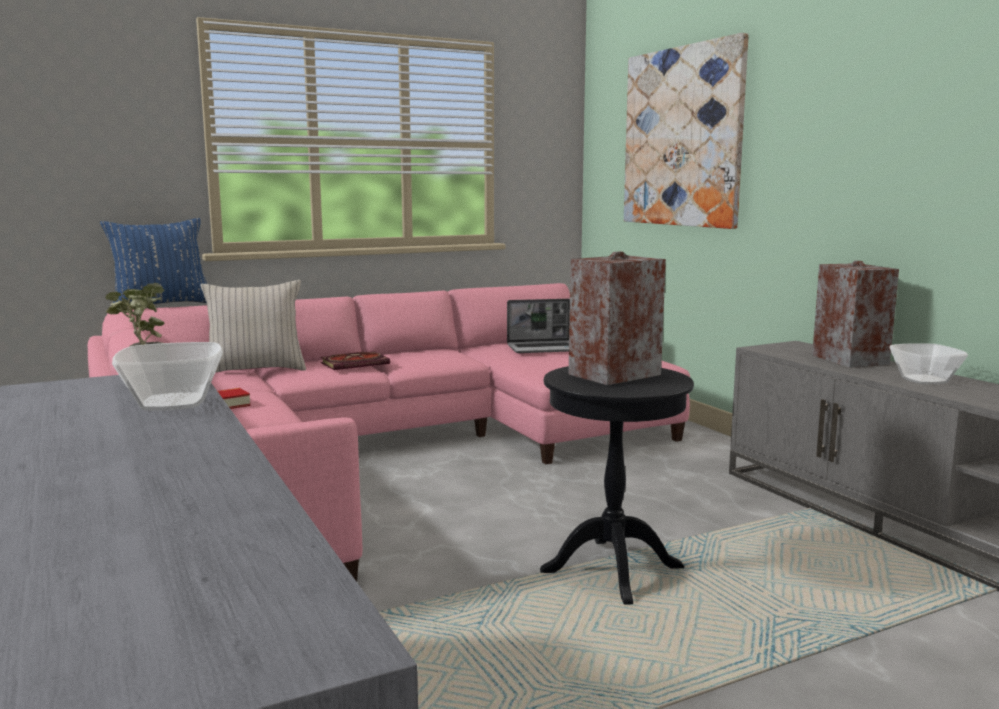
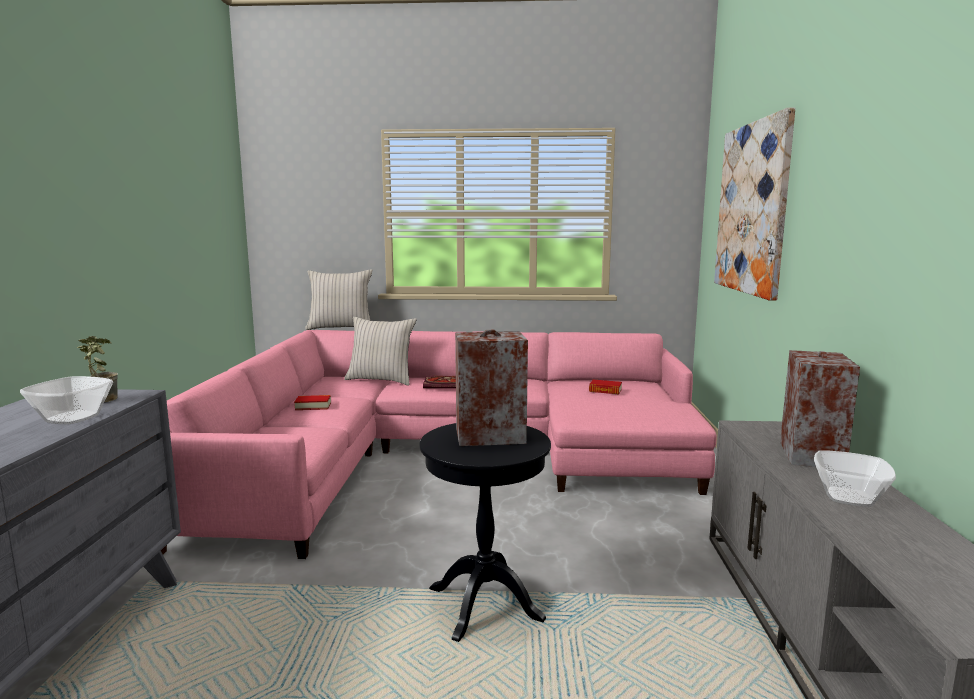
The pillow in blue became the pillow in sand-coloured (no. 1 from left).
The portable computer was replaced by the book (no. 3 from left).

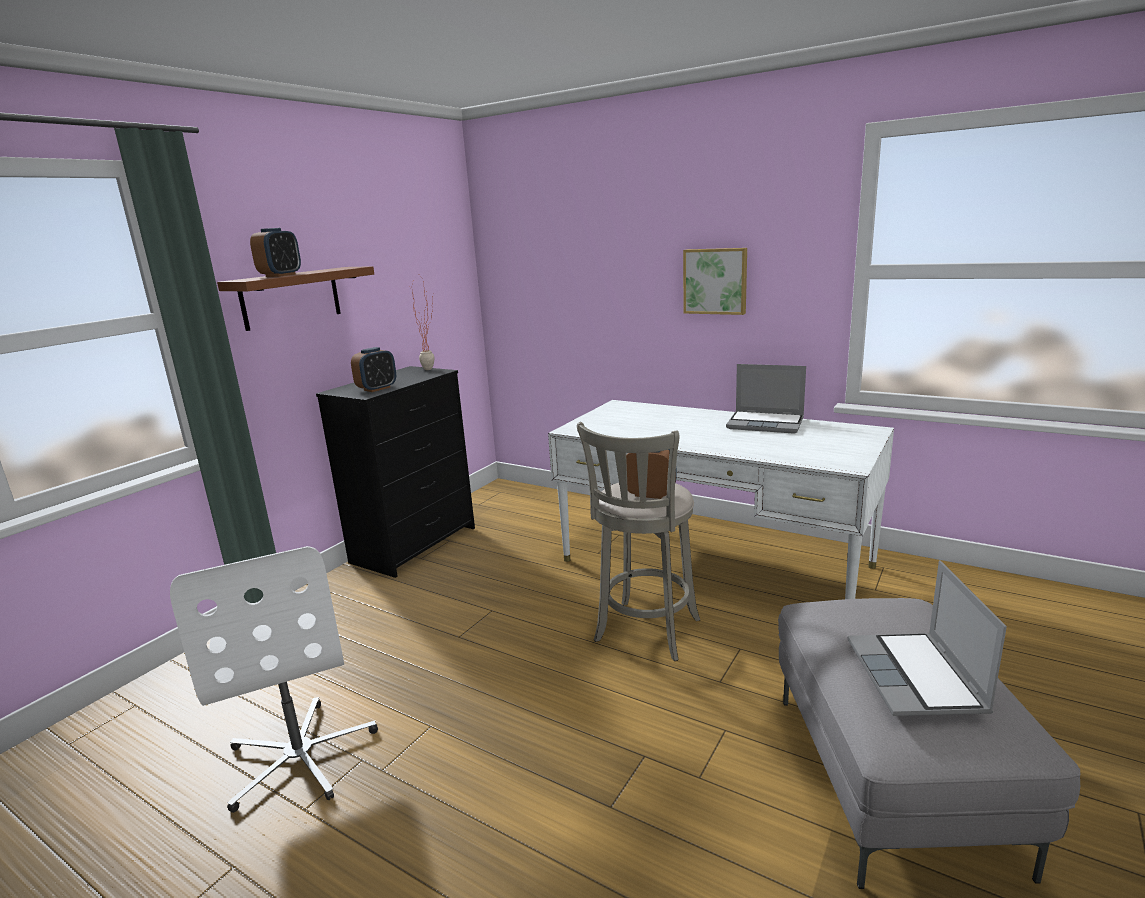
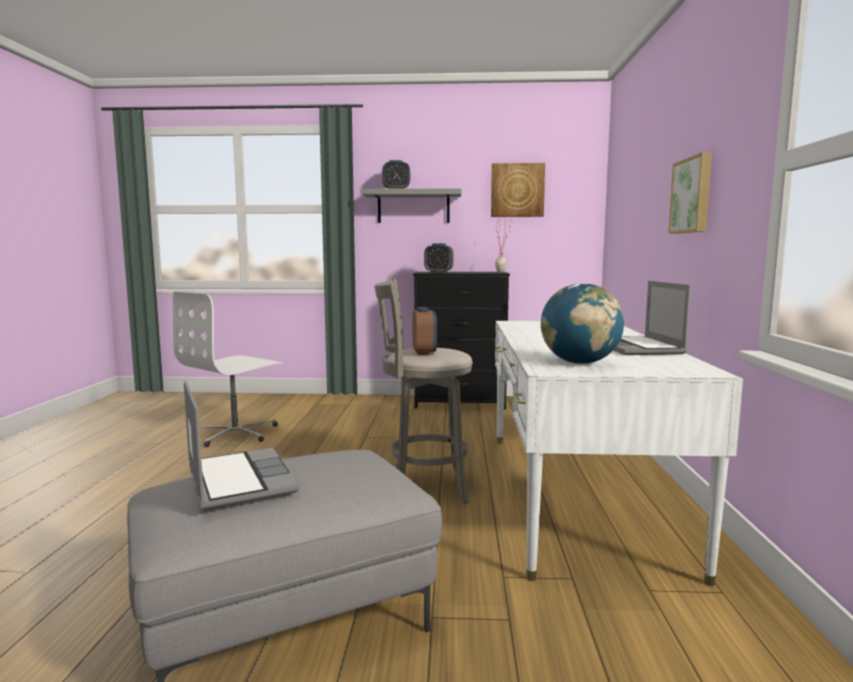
The shelf in brown-coloured became the shelf in gray.
The portable computer (no. 2 from left in the first image) turned 90 degrees clockwise.
The picture (no. 1 from left) appeared.
The world globe appeared.

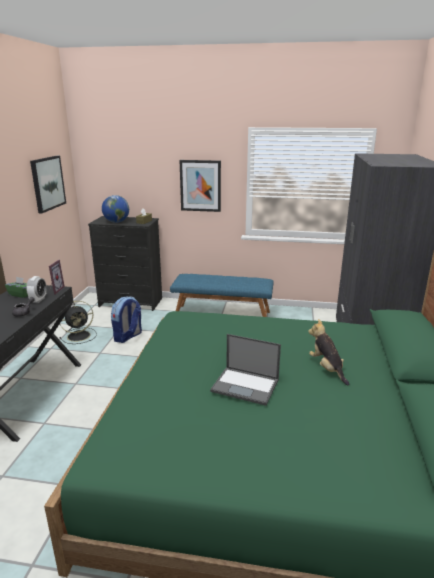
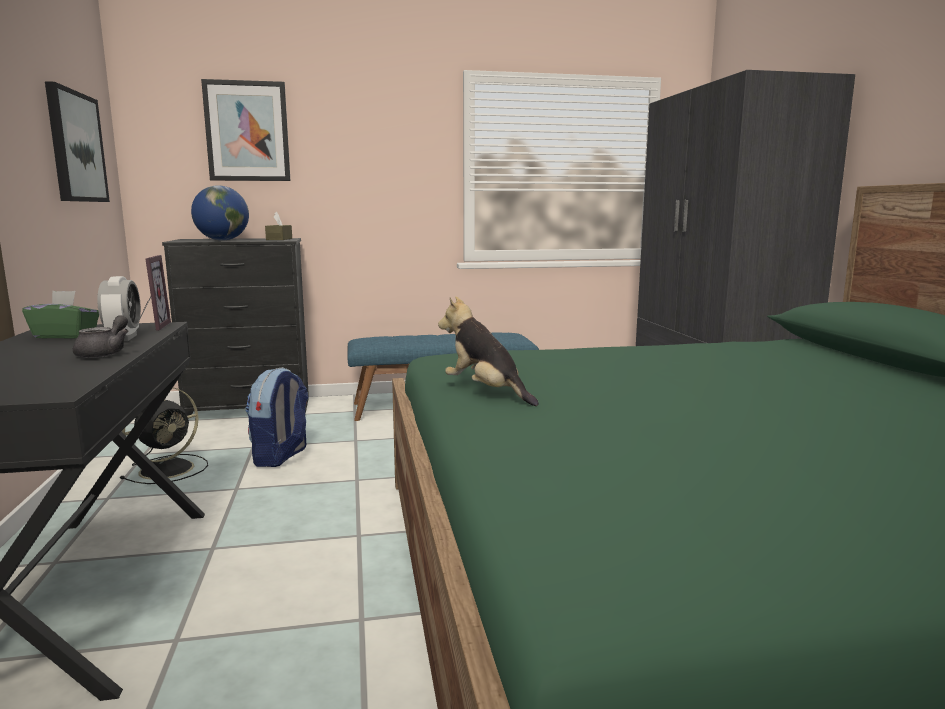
The picture (no. 2 from left) moved.
The plush toy moved.
The portable computer disappeared.

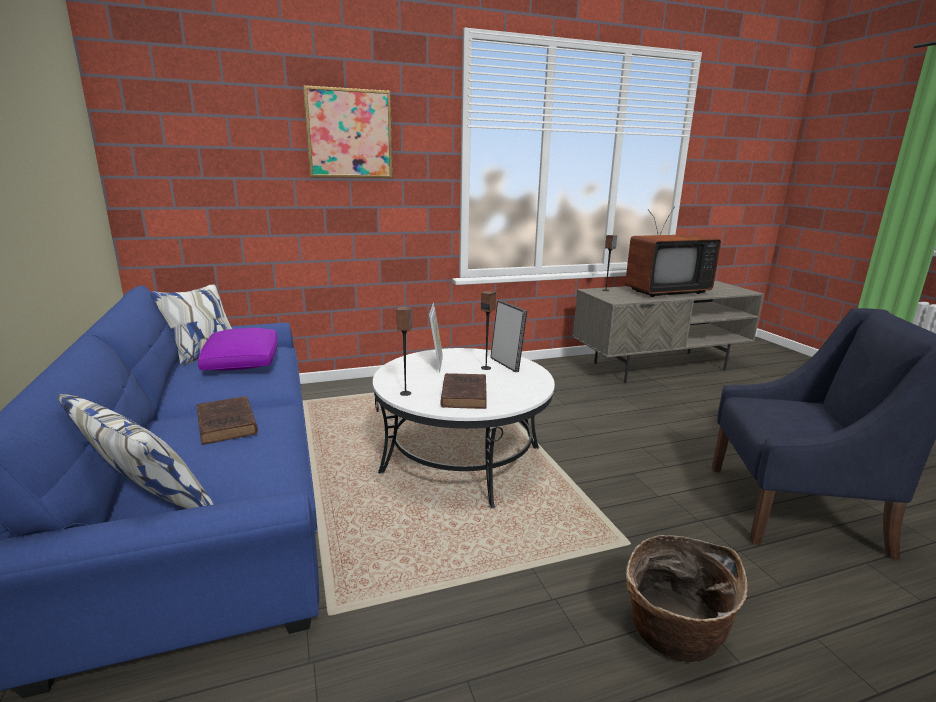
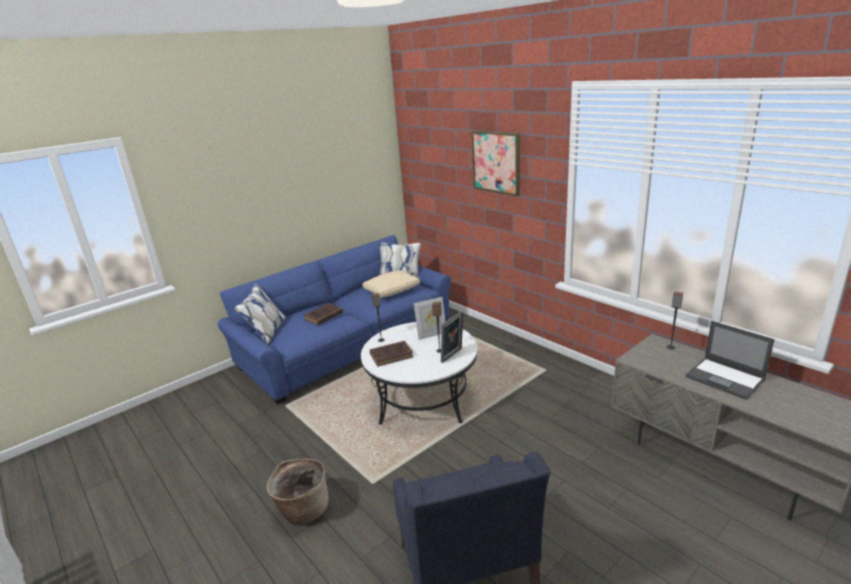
The television was replaced by the portable computer.
The pillow in purple-coloured became the pillow in sand-coloured.

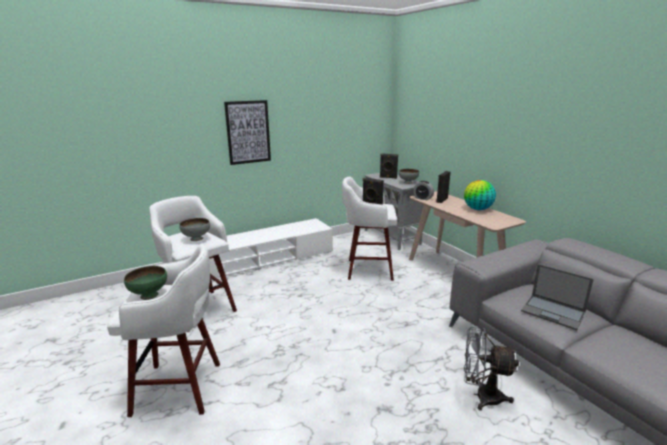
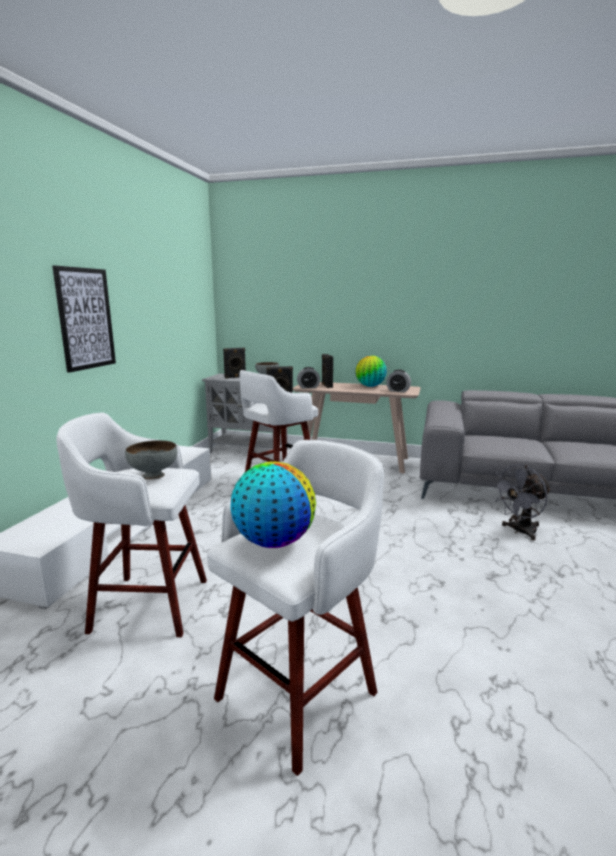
The portable computer disappeared.
The serving bowl in greenish was replaced by the world globe (no. 1 from left).
The alarm clock (no. 2 from left) appeared.

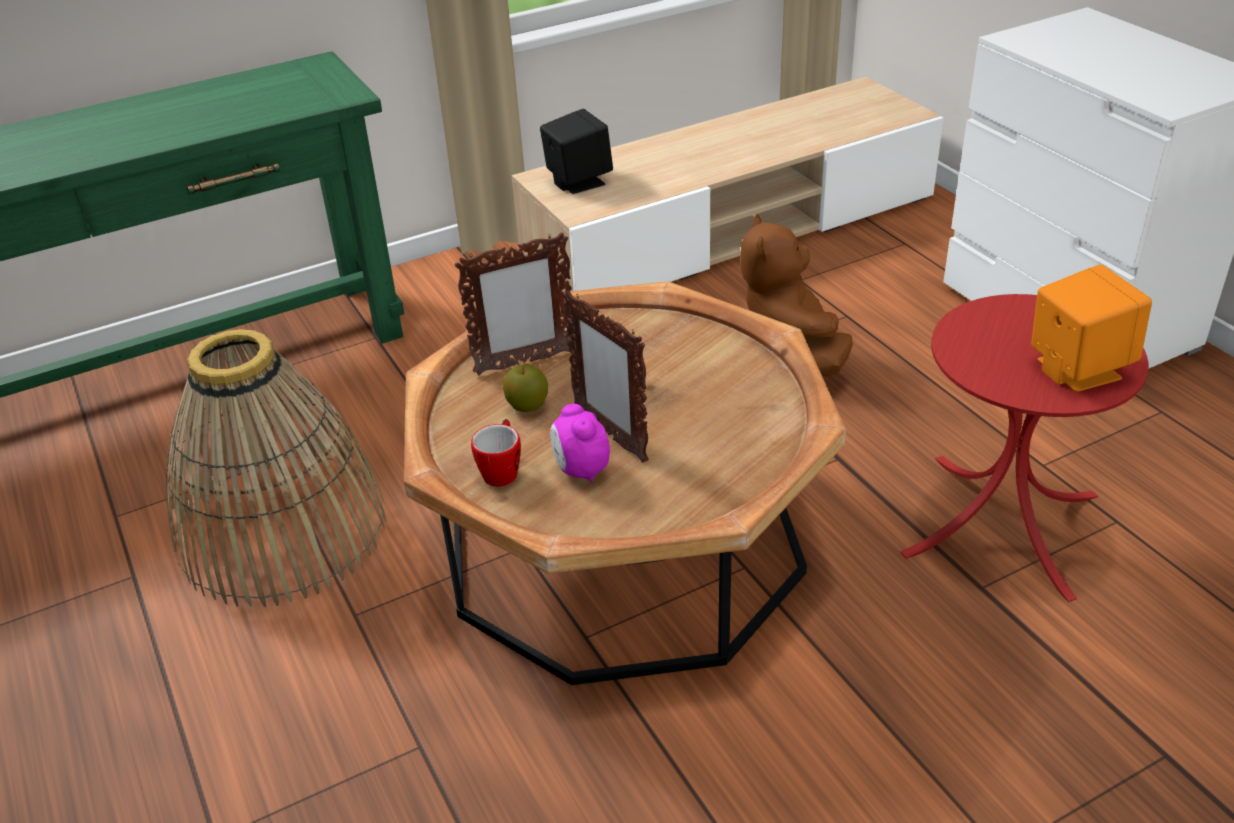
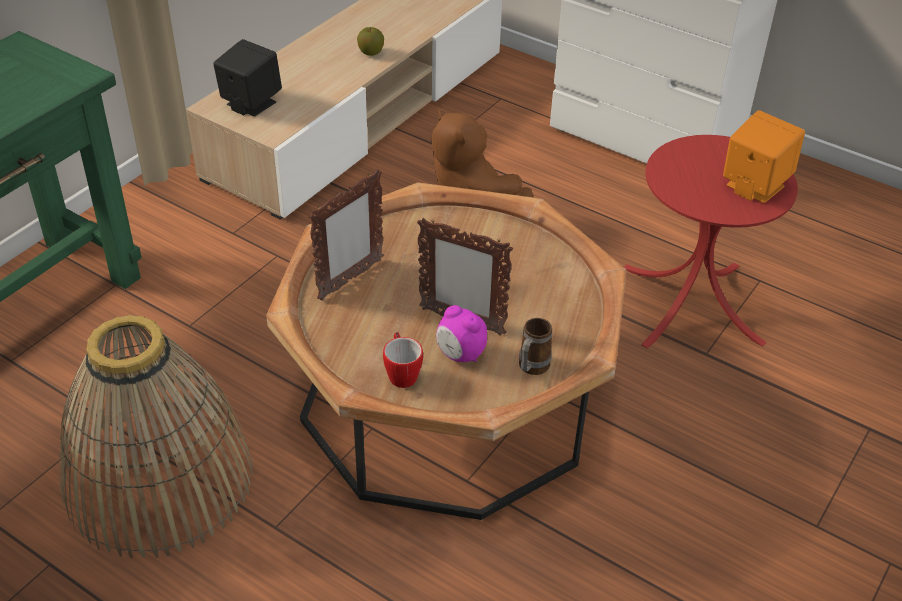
The apple fruit moved.
The coffee mug (no. 2 from left) appeared.

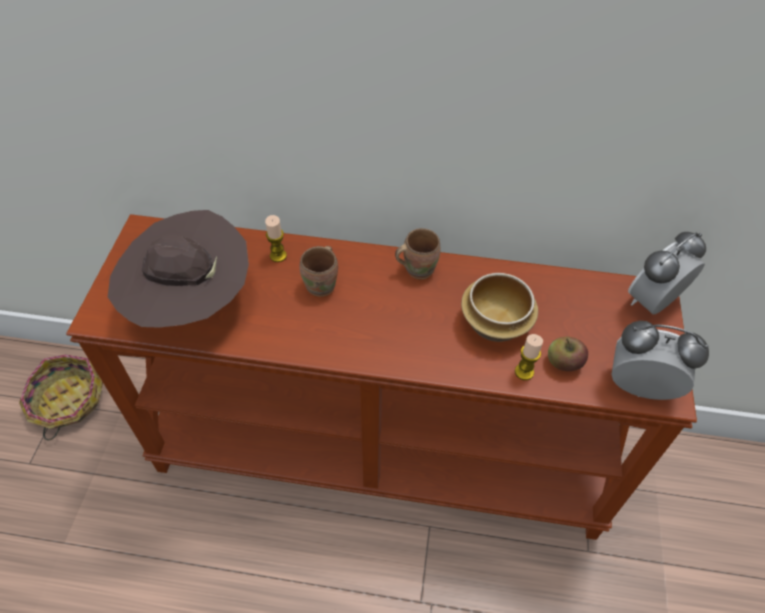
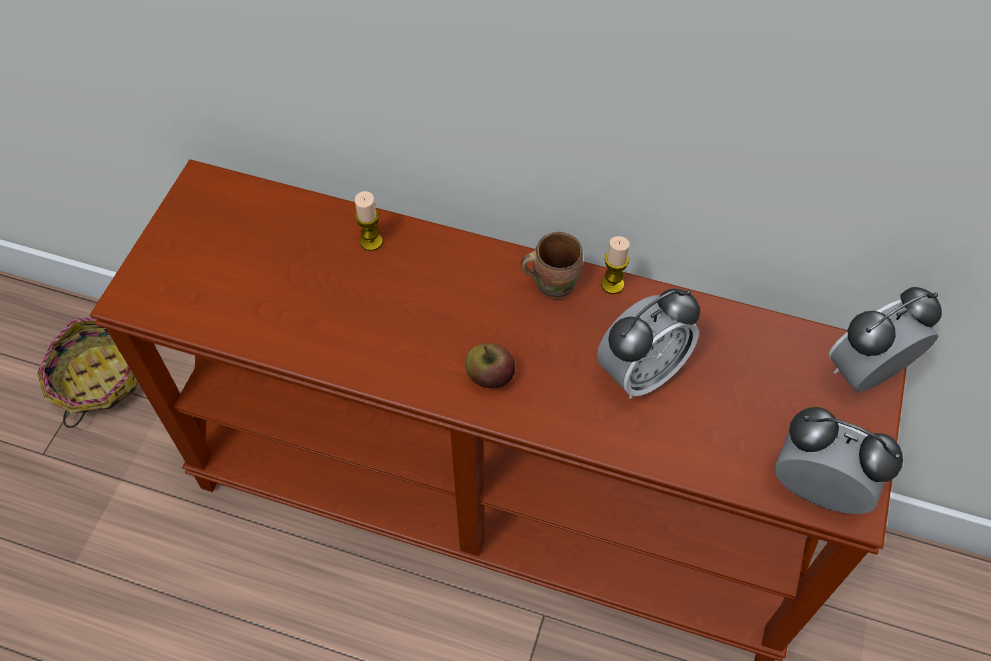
The wearable hat in brown-coloured disappeared.
The coffee mug in brown-coloured (no. 1 from left) disappeared.
The serving bowl was replaced by the alarm clock (no. 1 from left).
The wax candle (no. 2 from left) moved.
The apple fruit moved.

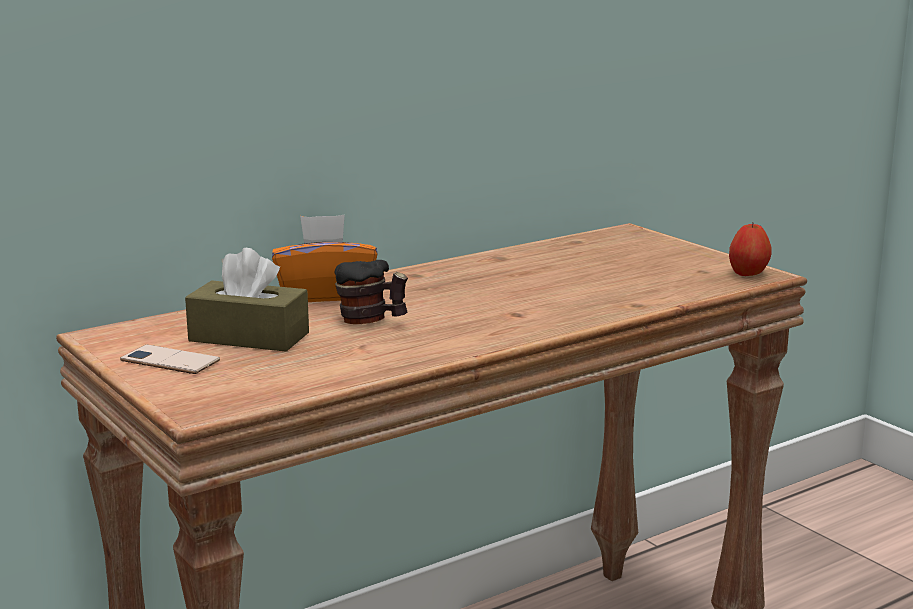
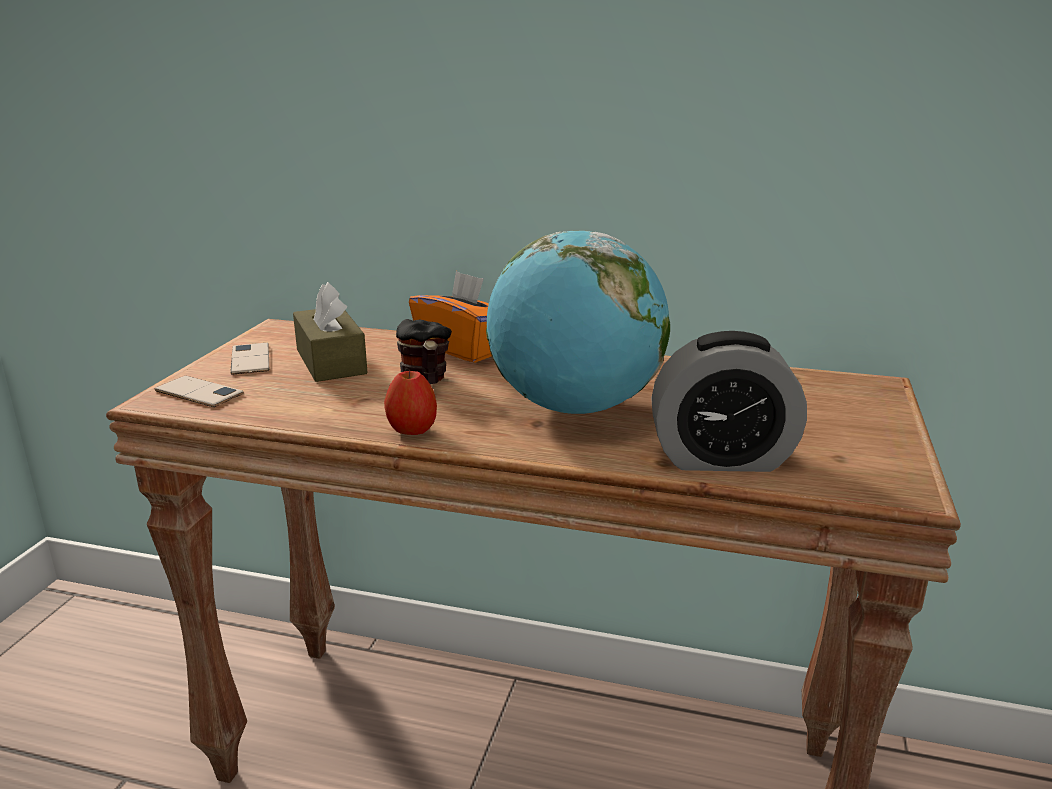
The apple fruit moved.
The world globe appeared.
The alarm clock appeared.
The telephone (no. 1 from left) appeared.

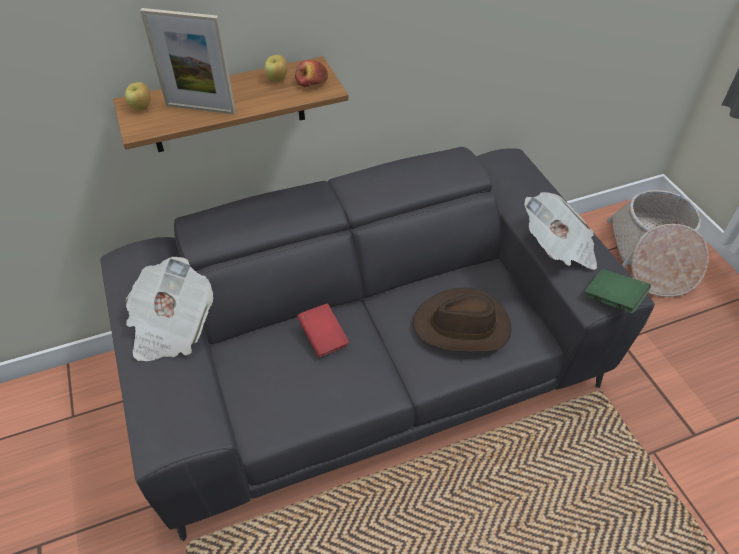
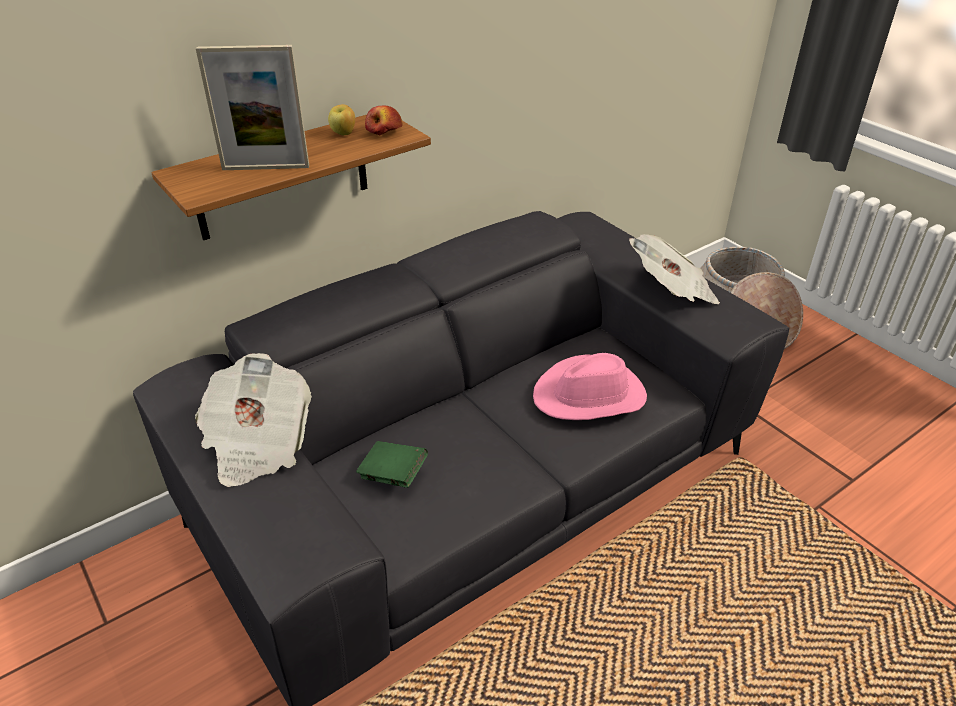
The apple fruit (no. 1 from left) disappeared.
The book in greenish moved.
The wearable hat in brown-coloured became the wearable hat in pink.
The book in red-coloured disappeared.

